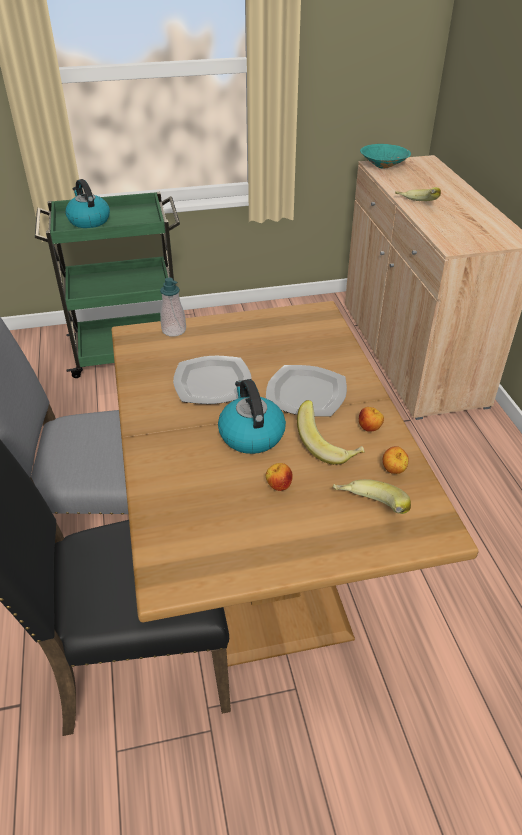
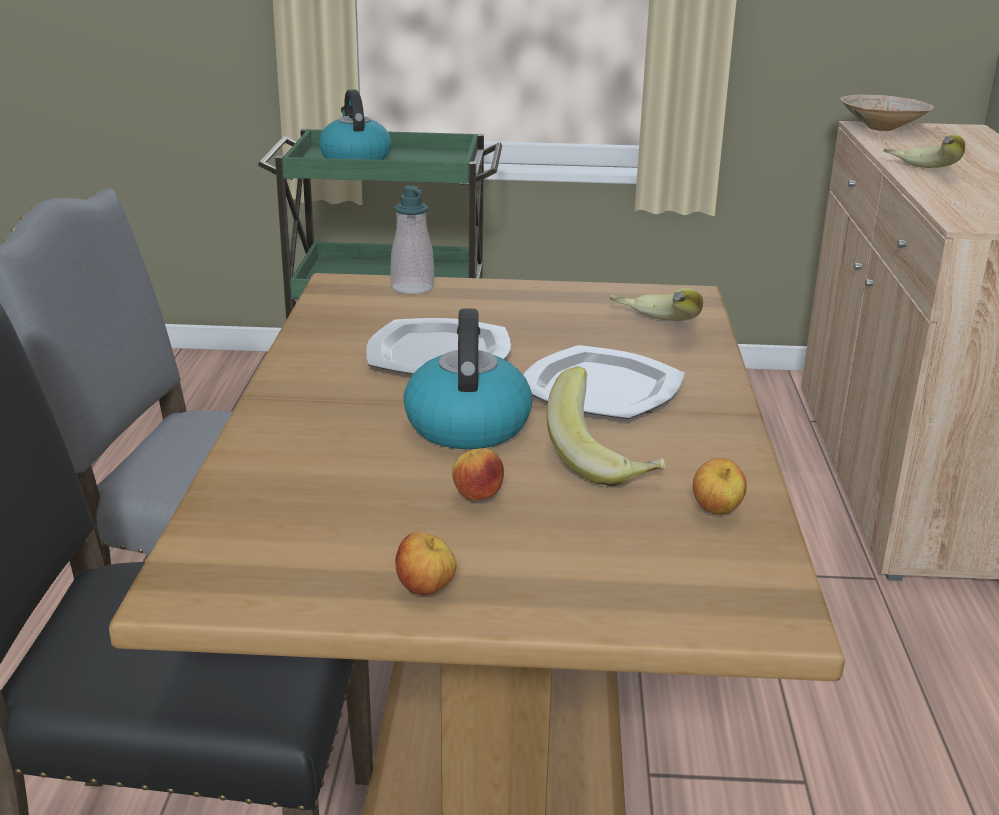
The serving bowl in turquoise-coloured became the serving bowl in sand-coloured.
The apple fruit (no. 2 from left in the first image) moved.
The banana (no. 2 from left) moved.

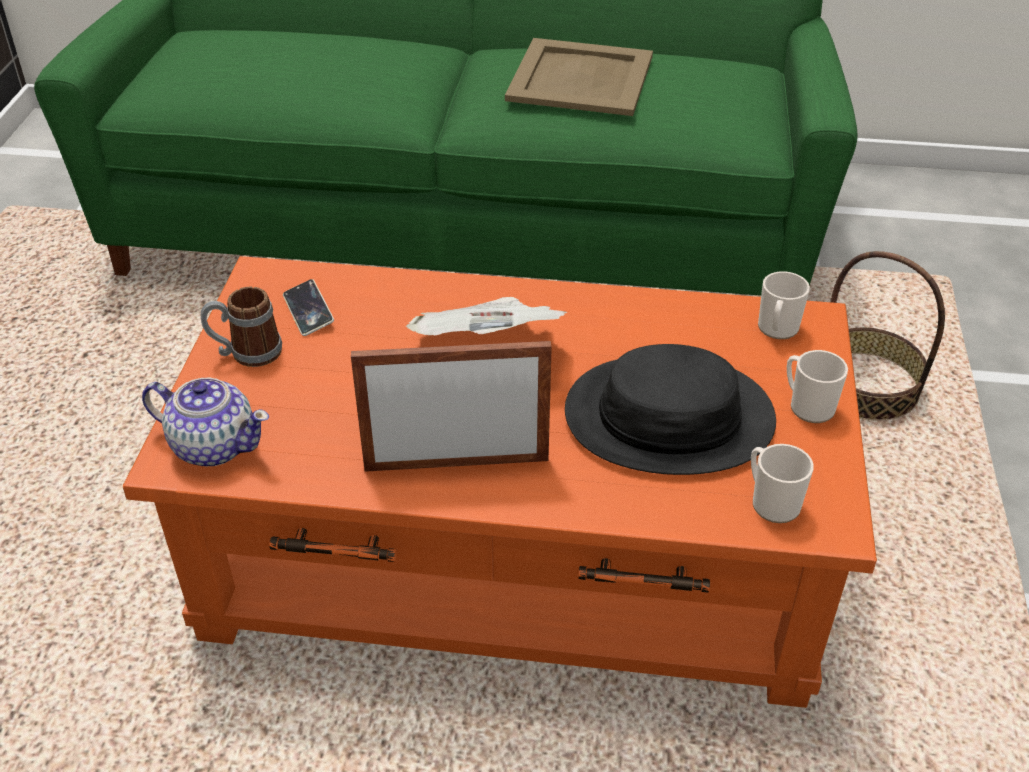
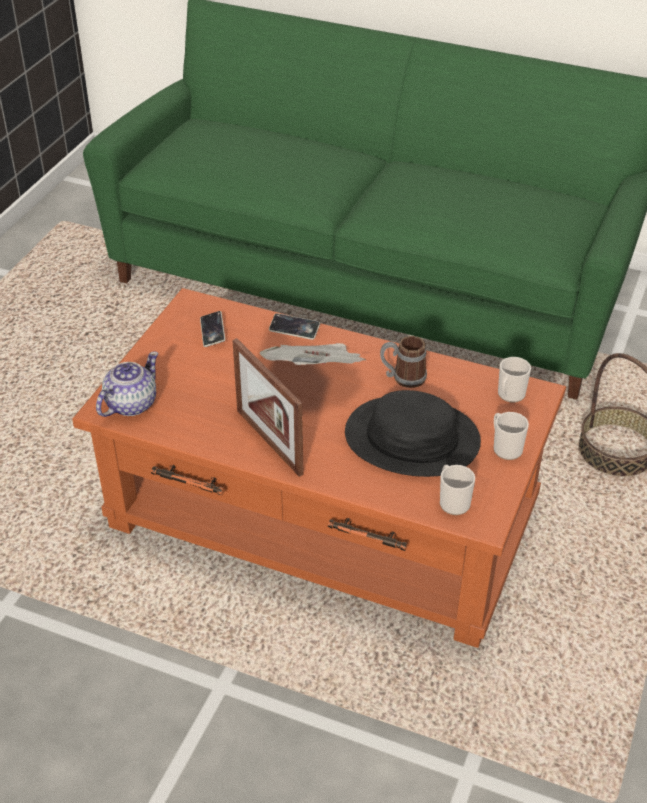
The serving tray in sand-coloured disappeared.
The coffee mug (no. 1 from left) moved.
The photo frame turned 135 degrees counterclockwise.
The teapot turned 90 degrees counterclockwise.
The telephone (no. 2 from left) appeared.

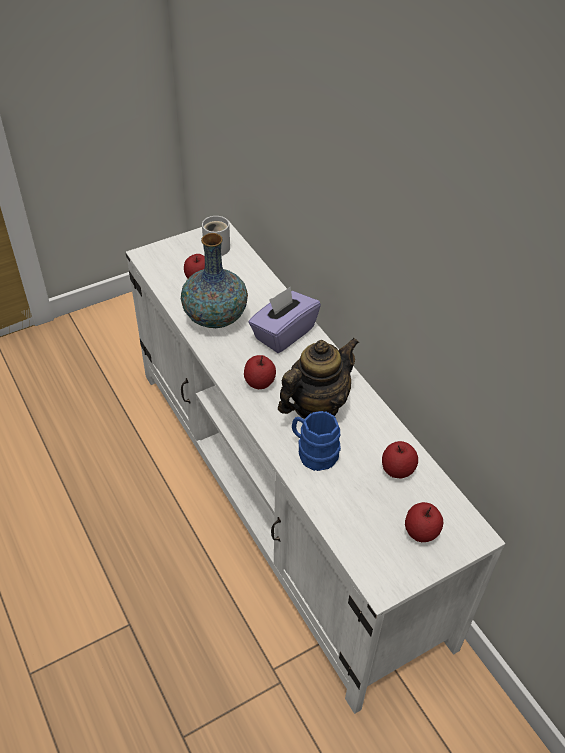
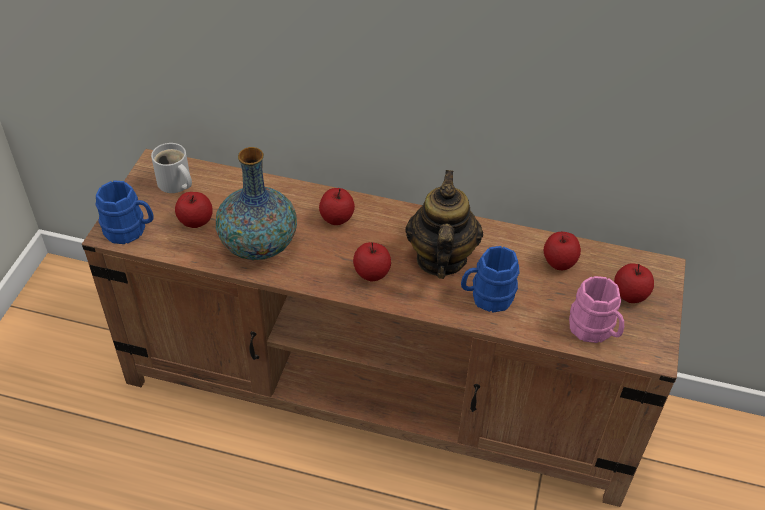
The tv stand in white-coloured became the tv stand in brown-coloured.
The tissue box in purple-coloured was replaced by the apple fruit (no. 2 from left).
The coffee mug in blue (no. 1 from left) appeared.
The coffee mug in pink appeared.

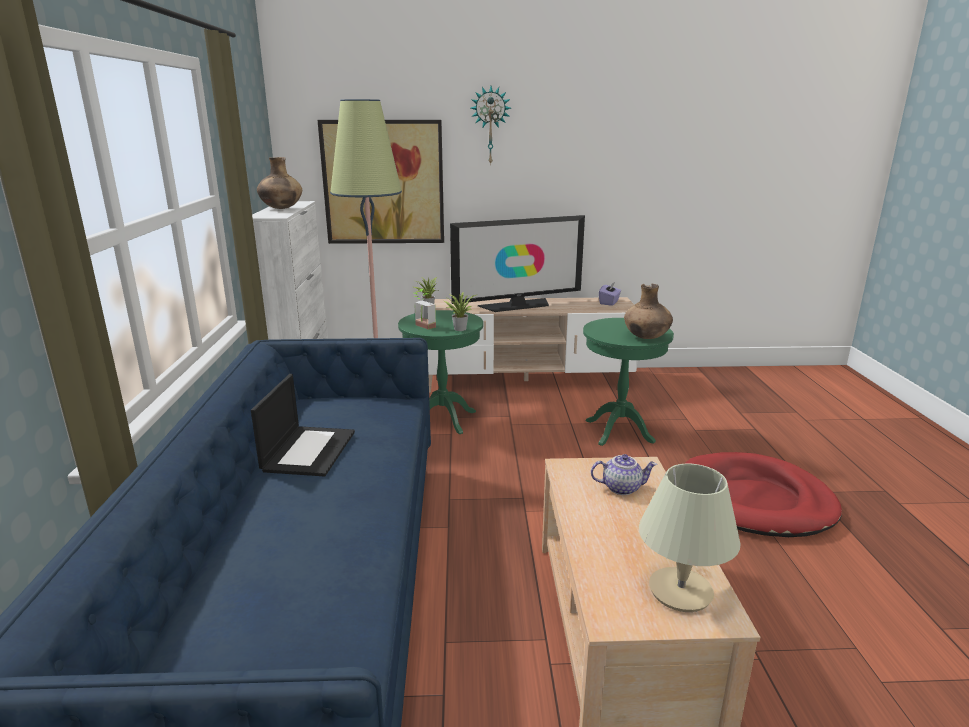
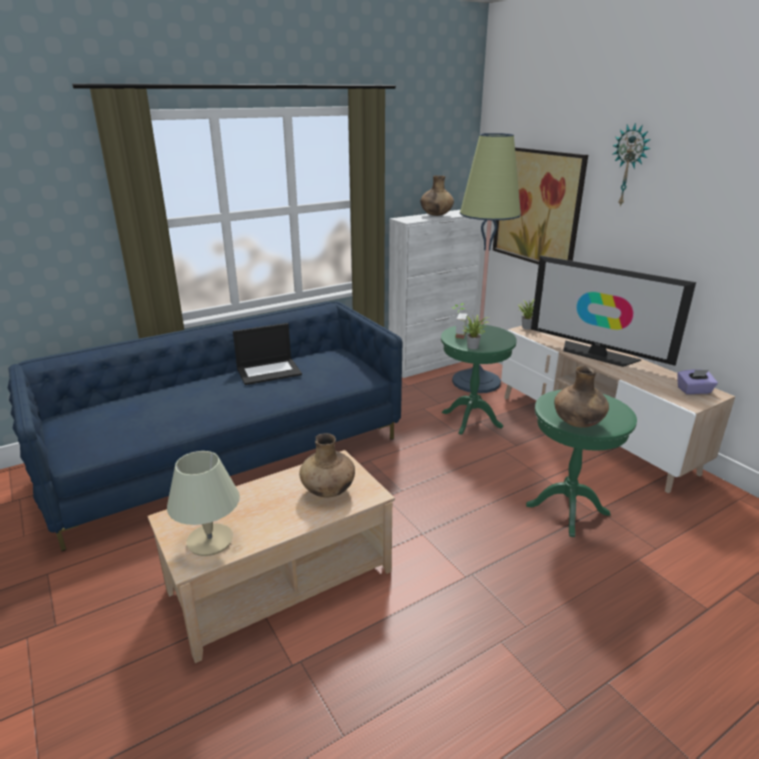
The dog bed in red-coloured disappeared.
The teapot was replaced by the vase in brown-coloured (no. 1 from left).

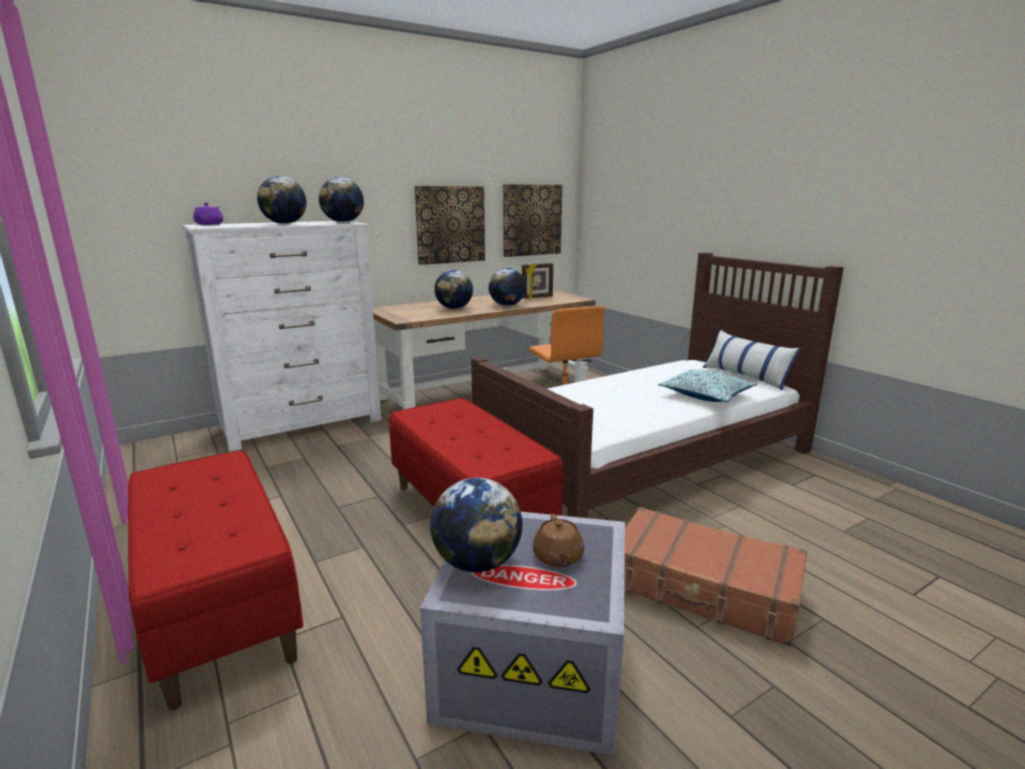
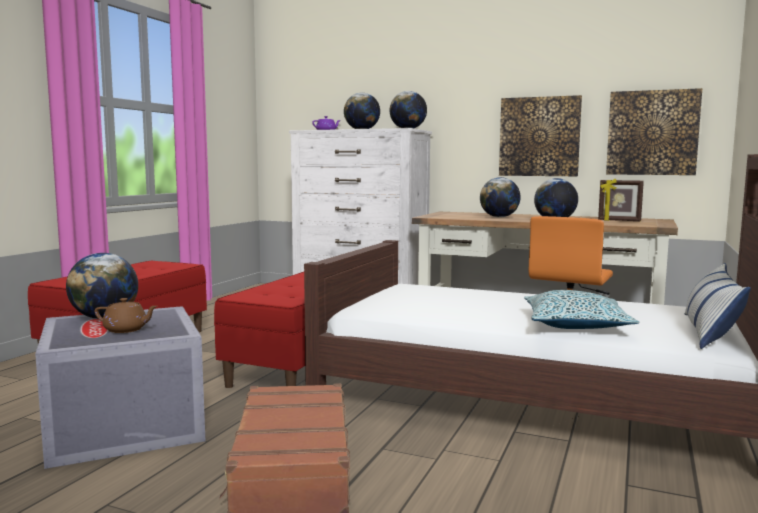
The teapot in brown-coloured turned 135 degrees counterclockwise.

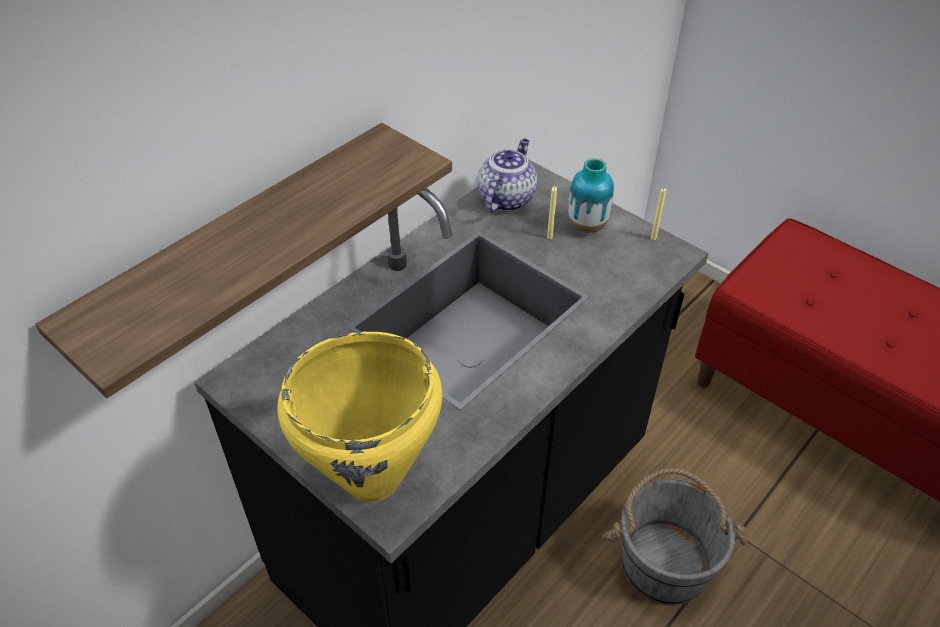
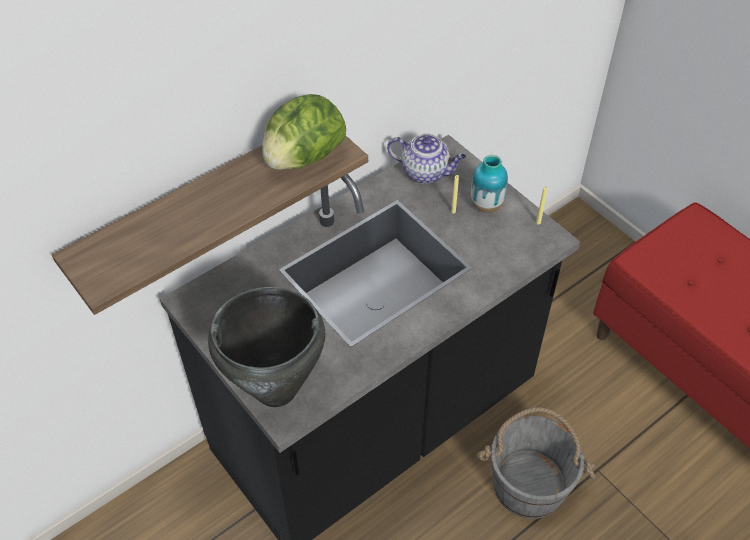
The teapot turned 75 degrees clockwise.
The stockpot in yellow became the stockpot in black-coloured.
The lettuce appeared.

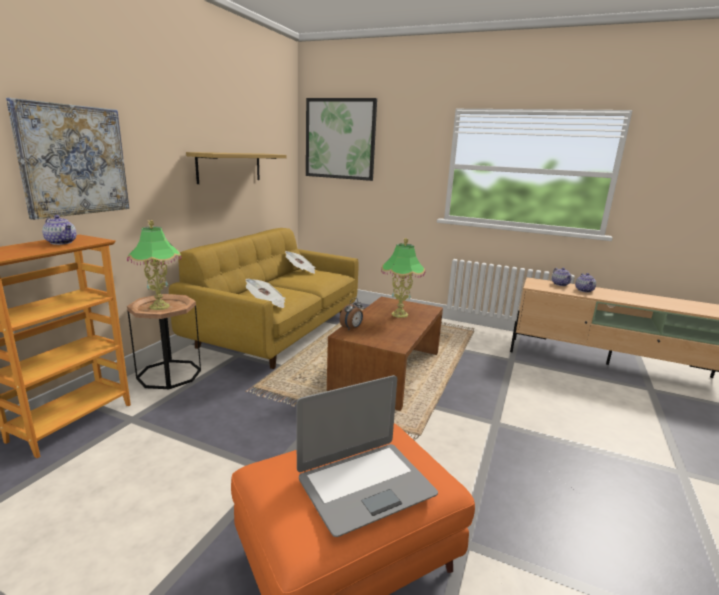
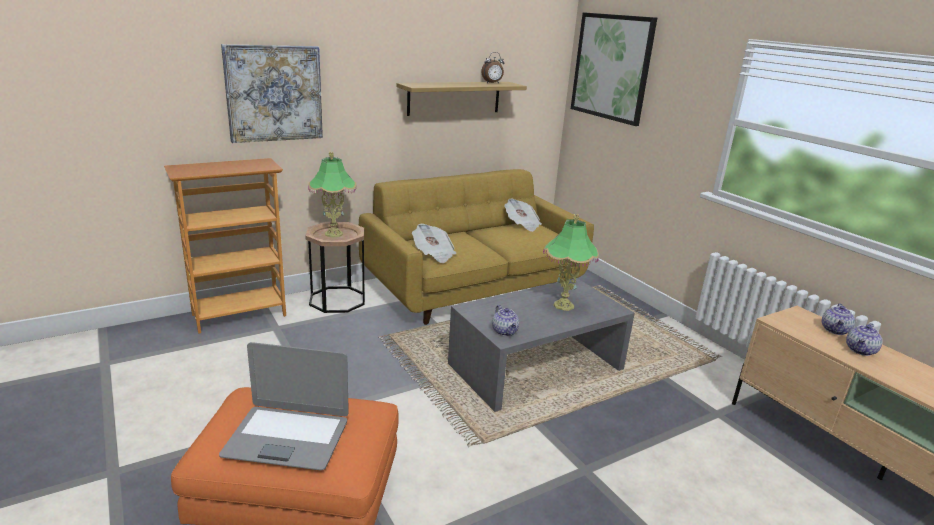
The teapot (no. 1 from left) moved.
The coffee table in brown-coloured became the coffee table in gray.
The alarm clock moved.

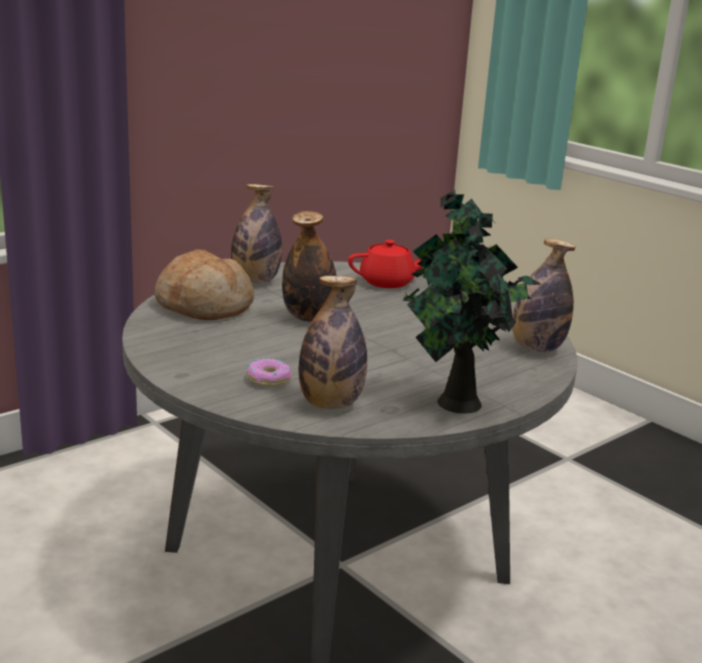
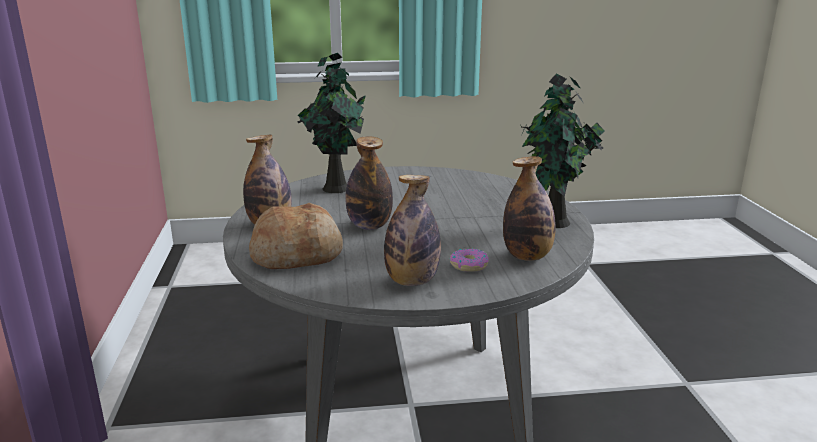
The drink bottle (no. 4 from left in the first image) moved.
The teapot in red-coloured was replaced by the houseplant (no. 1 from left).

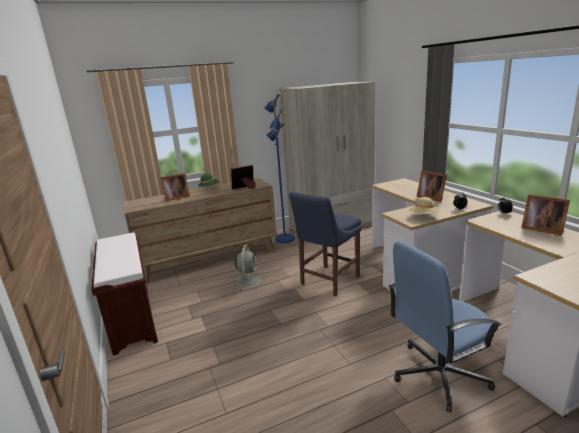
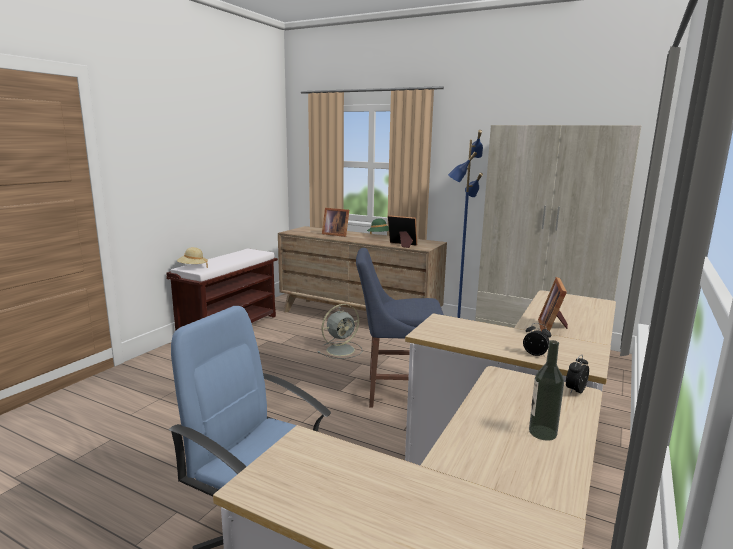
The photo frame (no. 4 from left) was replaced by the drink bottle.
The wearable hat in sand-coloured moved.

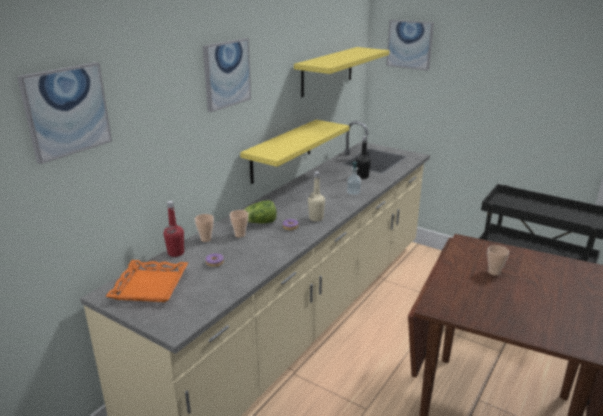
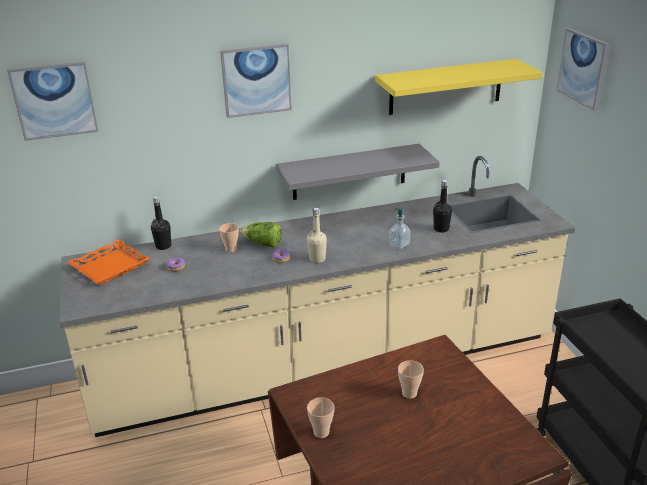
The shelf in yellow (no. 1 from left) became the shelf in gray.
The drink bottle in red-coloured became the drink bottle in black-coloured (no. 1 from left).
The cup (no. 1 from left in the first image) moved.

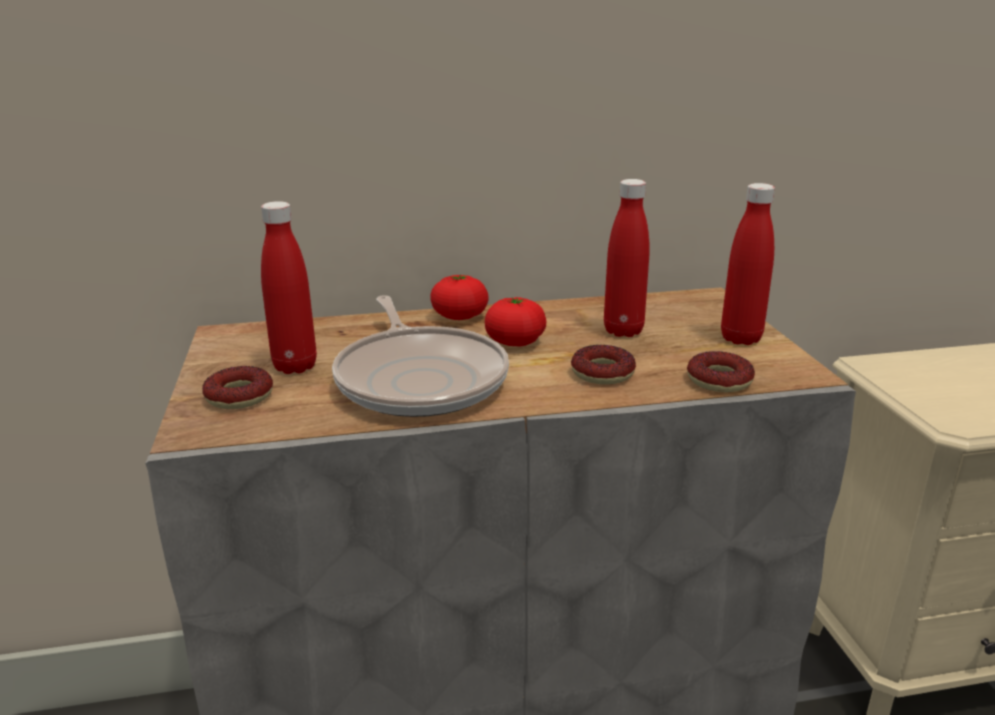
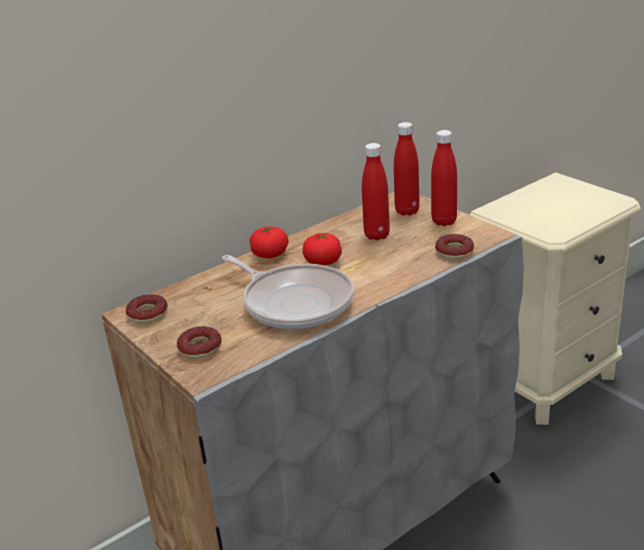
The drink bottle in red-coloured (no. 1 from left in the first image) moved.
The ring doughnut (no. 2 from left in the first image) moved.

